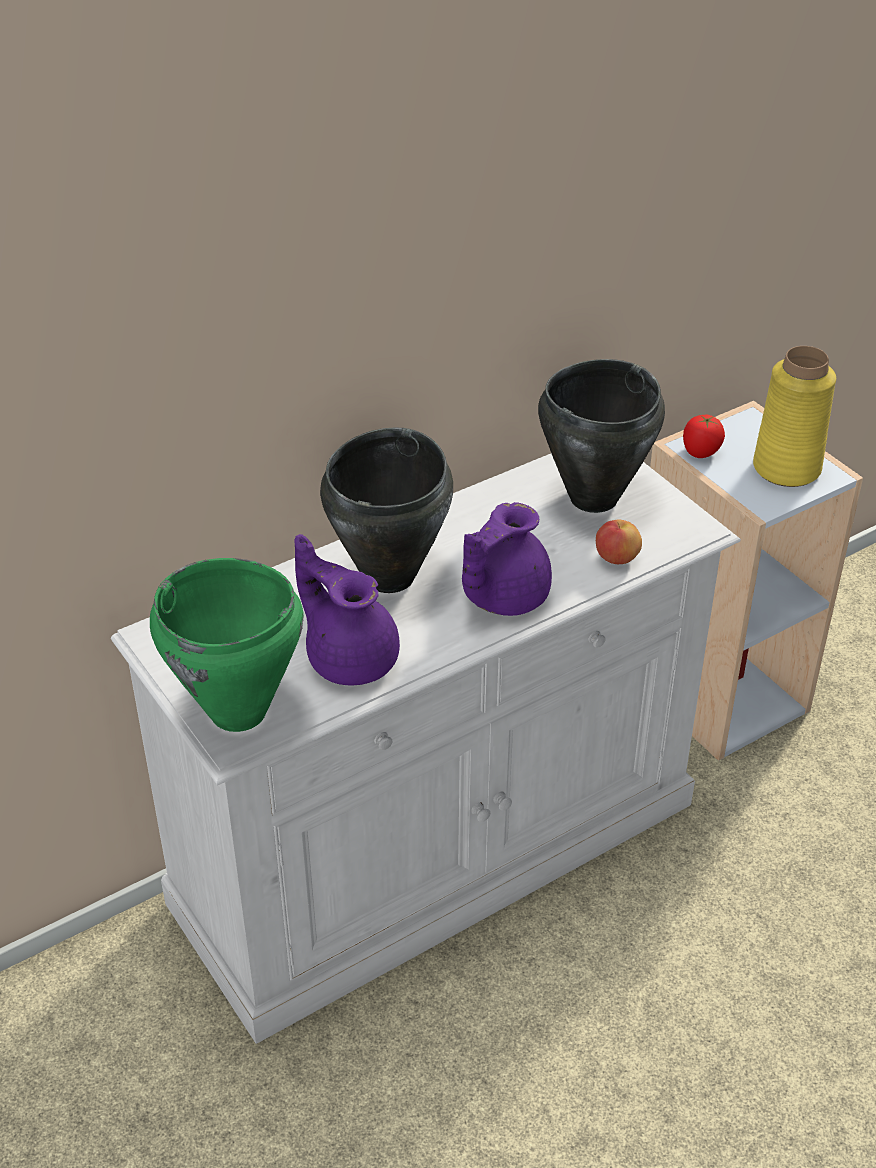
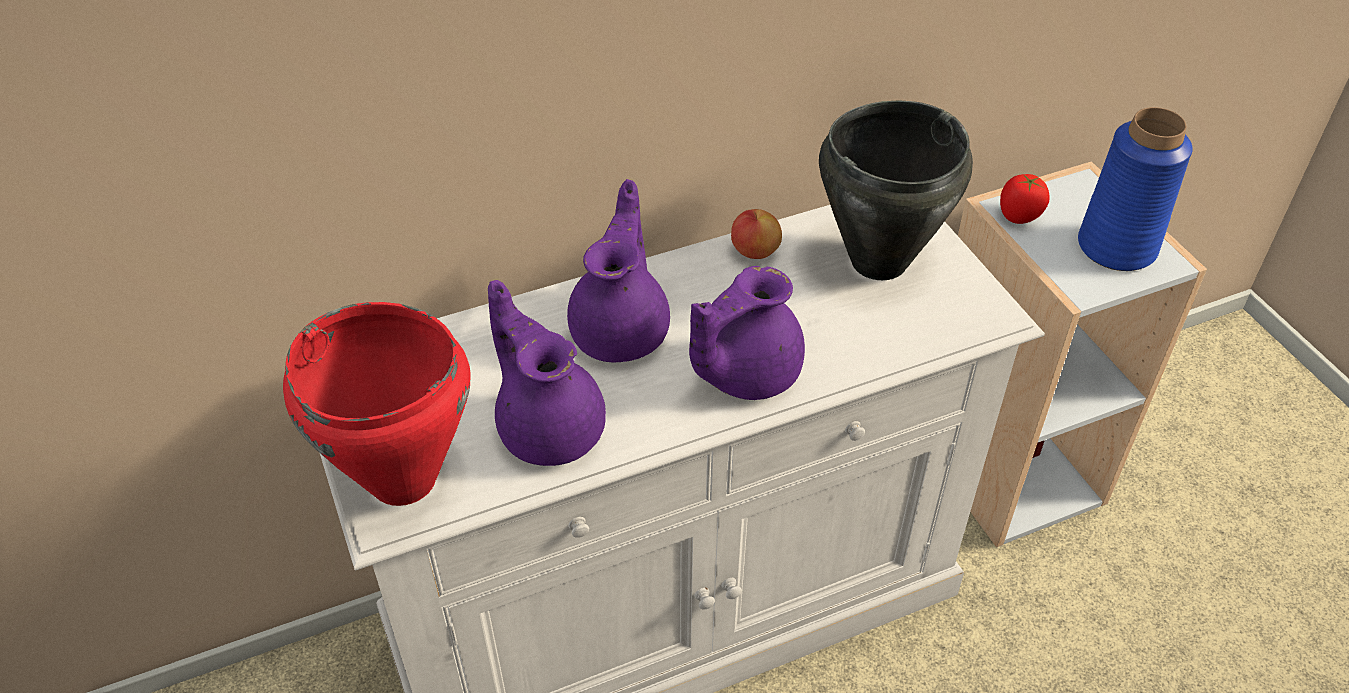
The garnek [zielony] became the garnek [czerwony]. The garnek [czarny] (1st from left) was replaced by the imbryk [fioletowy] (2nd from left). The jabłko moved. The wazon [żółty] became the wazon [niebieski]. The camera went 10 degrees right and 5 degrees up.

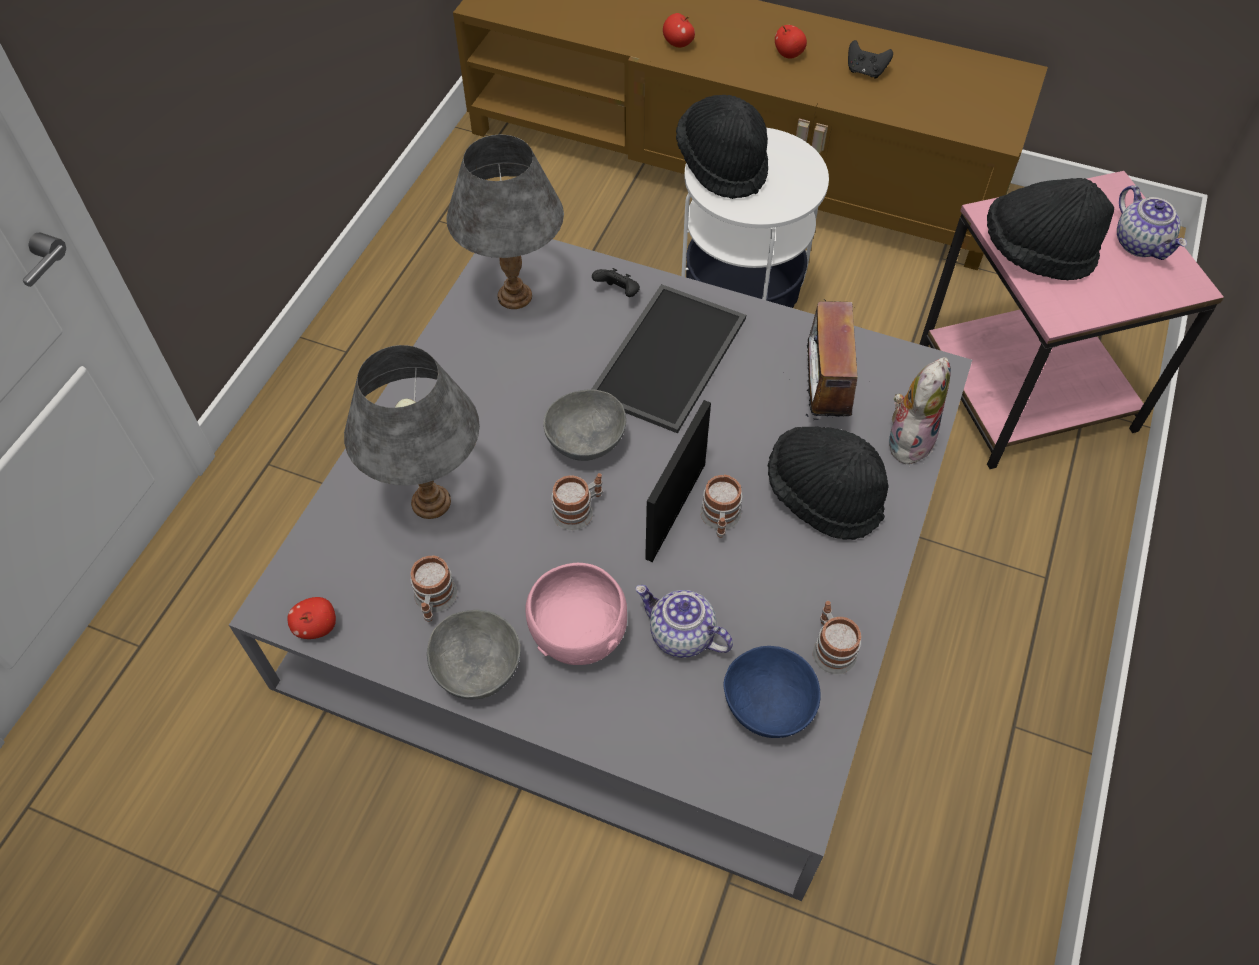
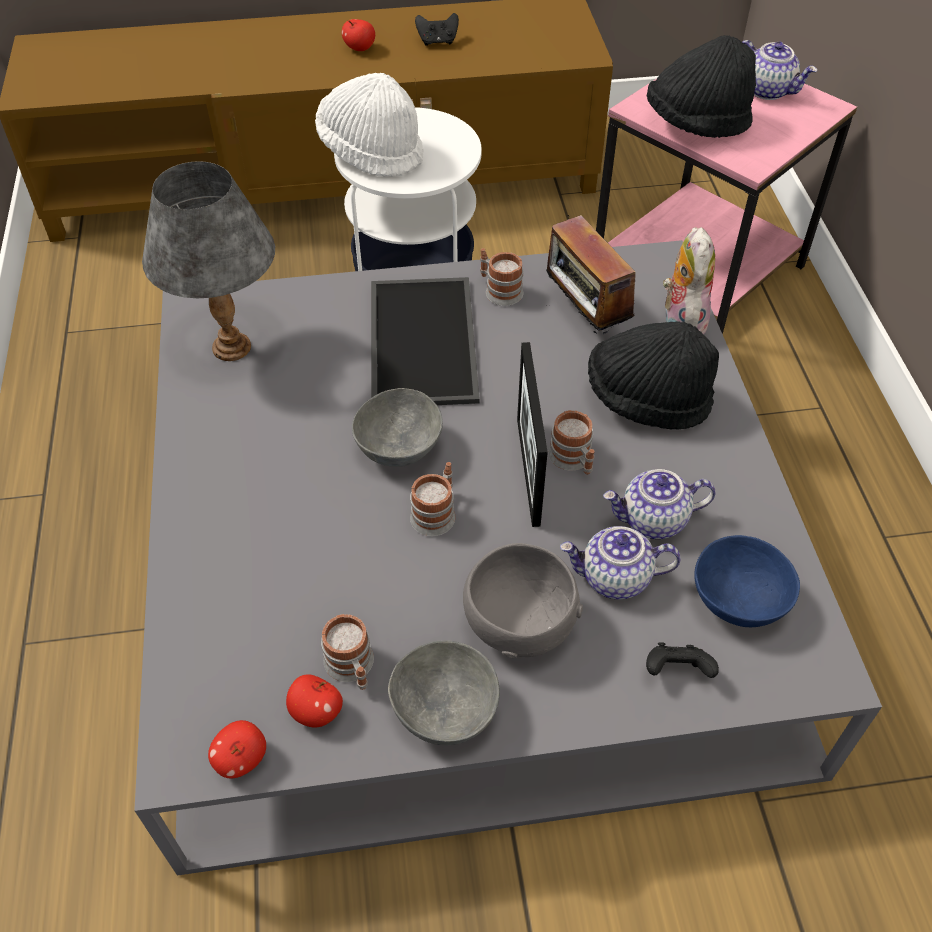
The jabłko (2nd from left) moved. The kapelusz [czarny] (1st from left) became the kapelusz [biały]. The miska [różowy] became the miska [szary] (3rd from left). The kubek (4th from left in the first image) moved. The imbryk (2nd from left) appeared. The pad do gier [czarny] (1st from left in the first image) moved. The lampa stołowa [szary] (1st from left) disappeared. The camera went 30 degrees left and 5 degrees down.

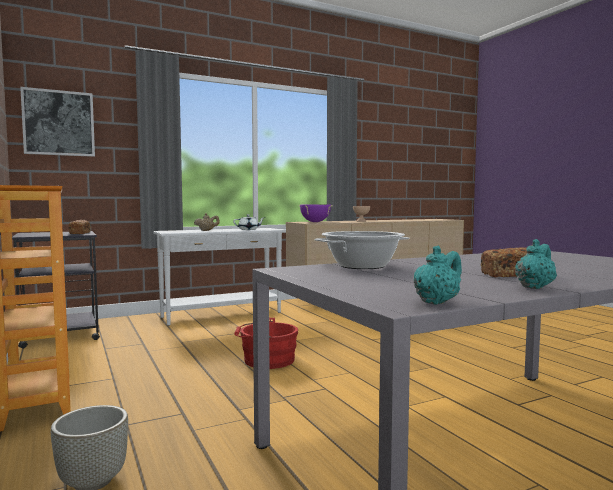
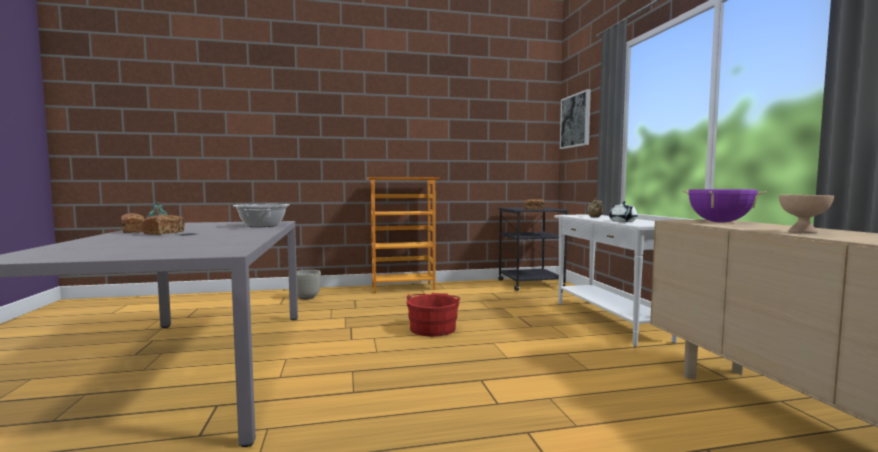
The imbryk [turkusowy] (2nd from left) was replaced by the chleb (1st from left). The camera went 105 degrees right and 0 degrees up.

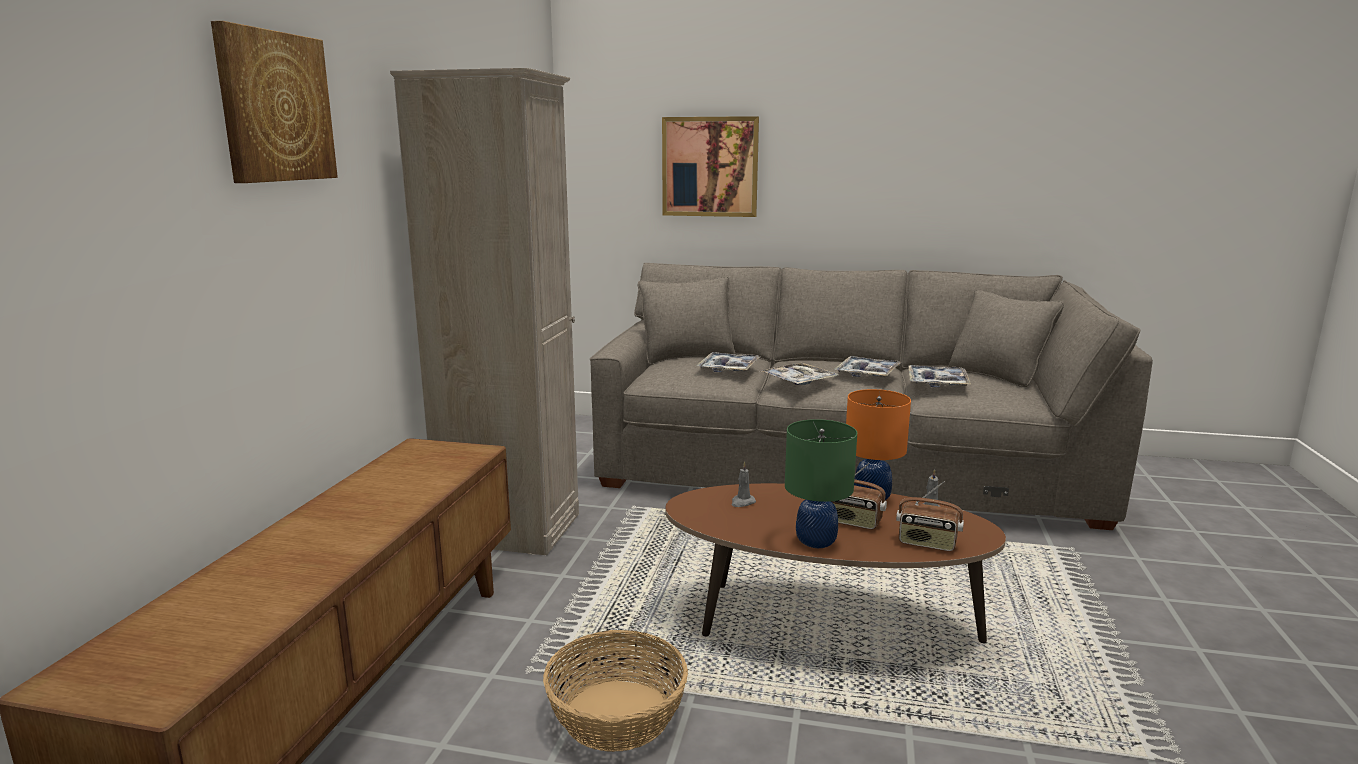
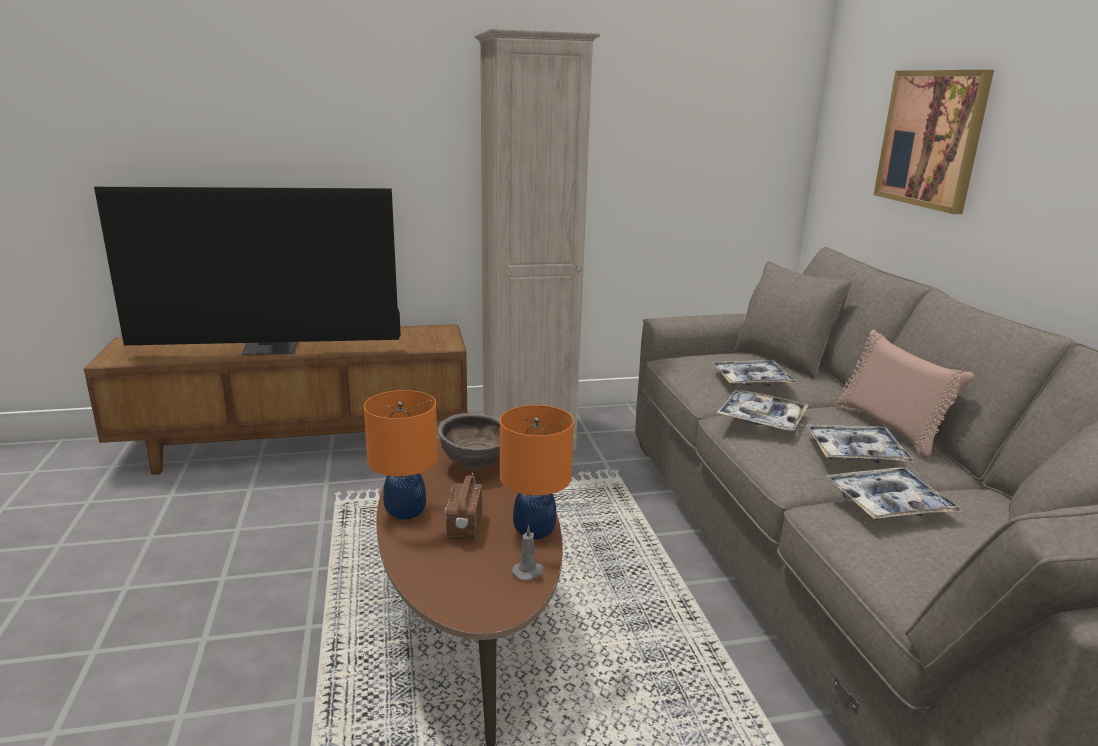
The telewizor appeared. The lampa stołowa [zielony] became the lampa stołowa [pomarańczowy] (1st from left). The świeca [szary] (1st from left) was replaced by the miska [brązowy]. The poduszka [beżowy] appeared. The obraz (1st from left) disappeared. The koszyk disappeared. The radio (2nd from left) disappeared. The camera went 65 degrees right and 5 degrees up.

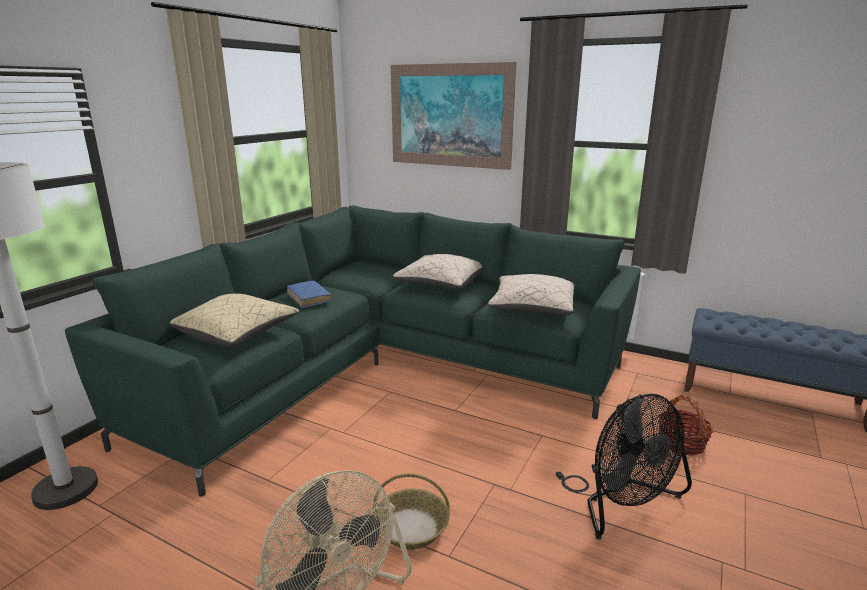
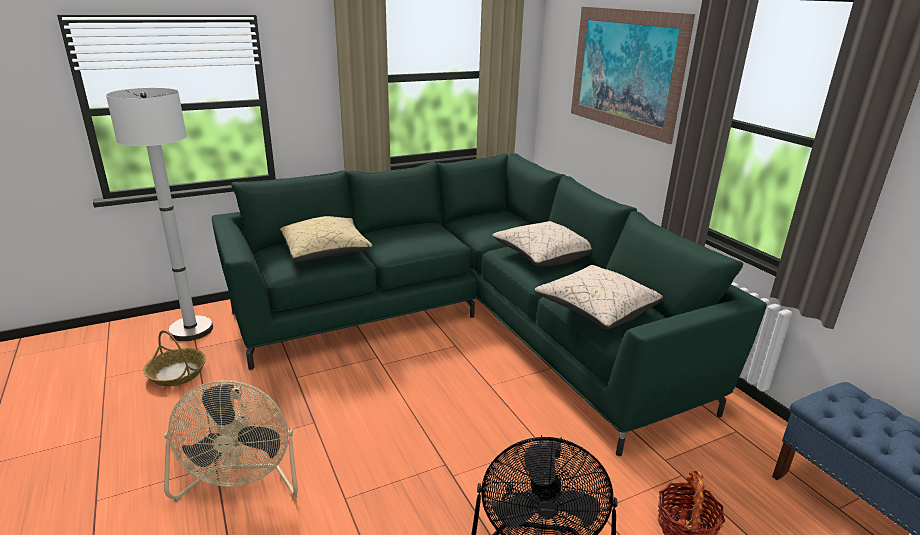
The koszyk (1st from left) moved. The książka [niebieski] disappeared. The camera went 35 degrees right and 5 degrees up.

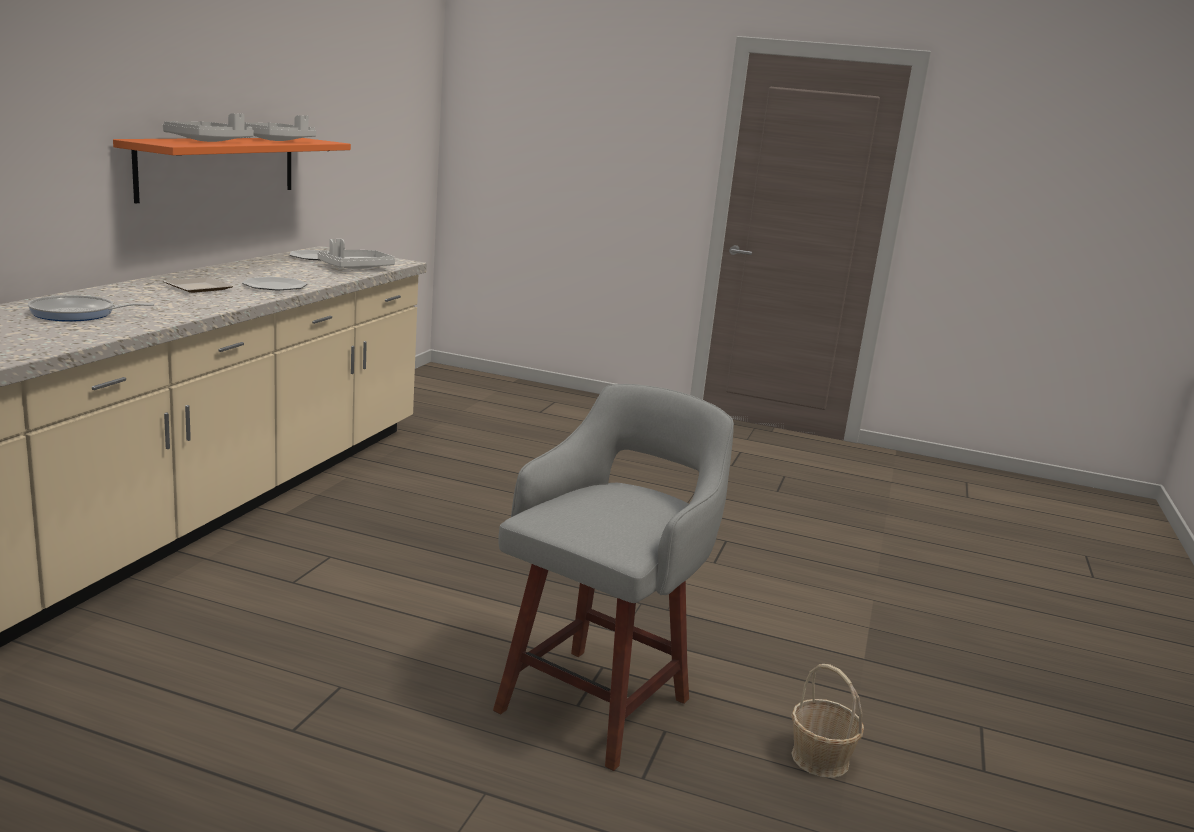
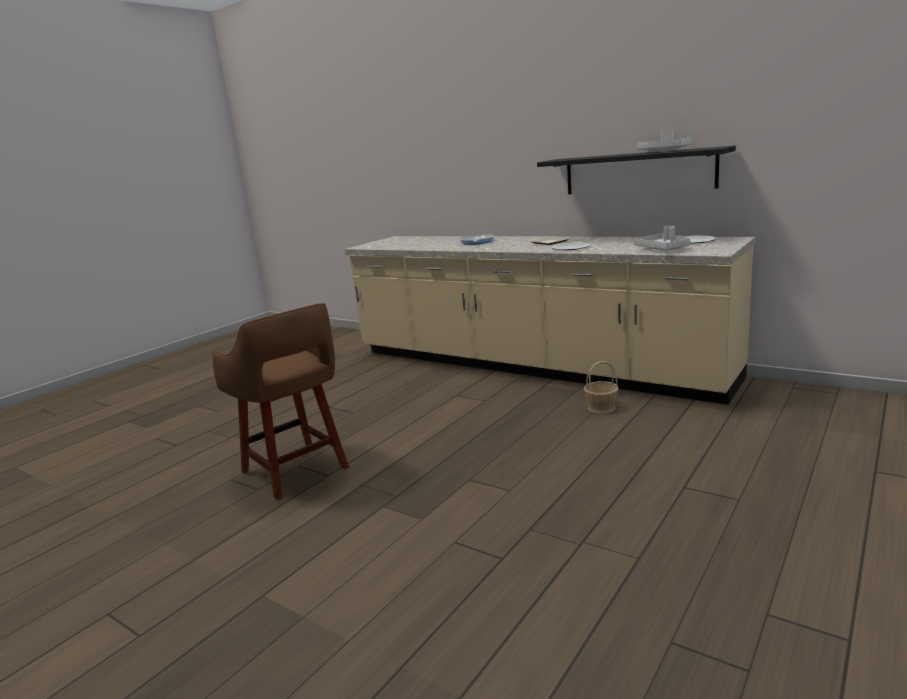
The stołek [szary] became the stołek [brązowy]. The półka [pomarańczowy] became the półka [czarny]. The koszyk moved. The taca [szary] (1st from left) disappeared. The camera went 110 degrees right and 0 degrees up.

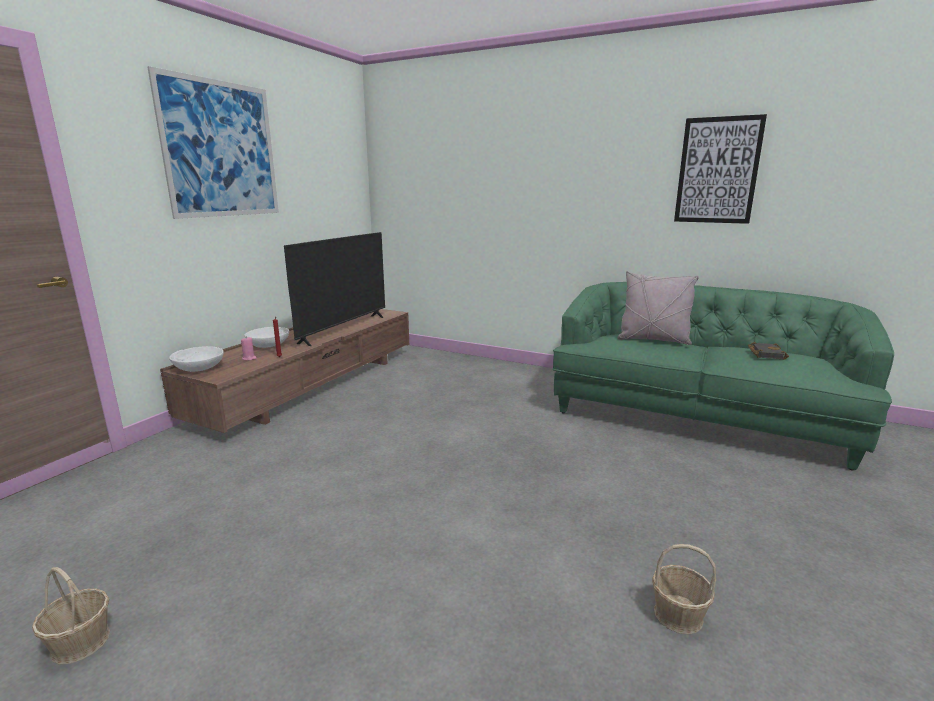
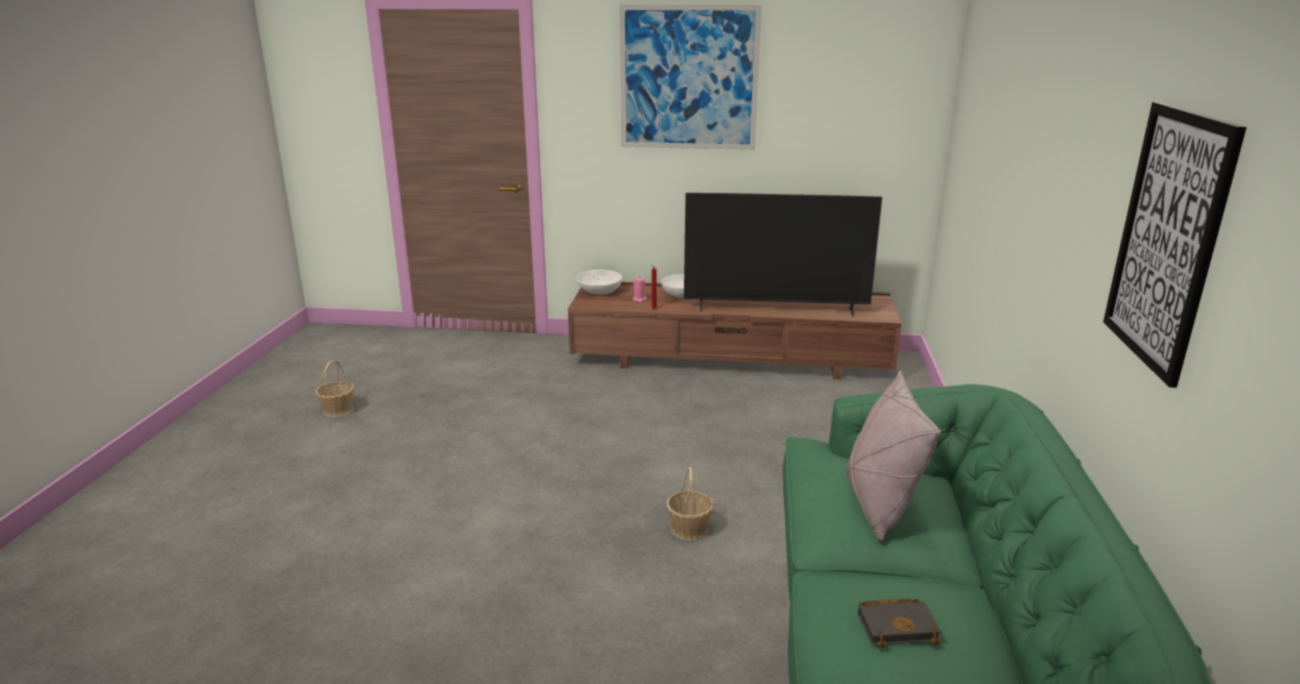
The koszyk (2nd from left) moved. The camera went 70 degrees right and 5 degrees up.

